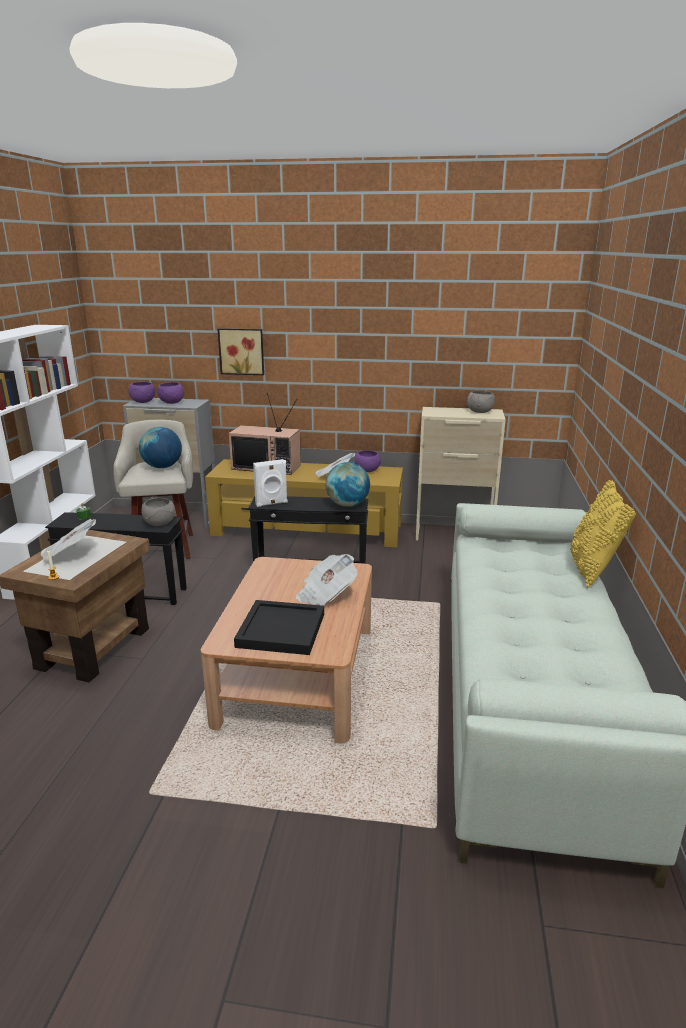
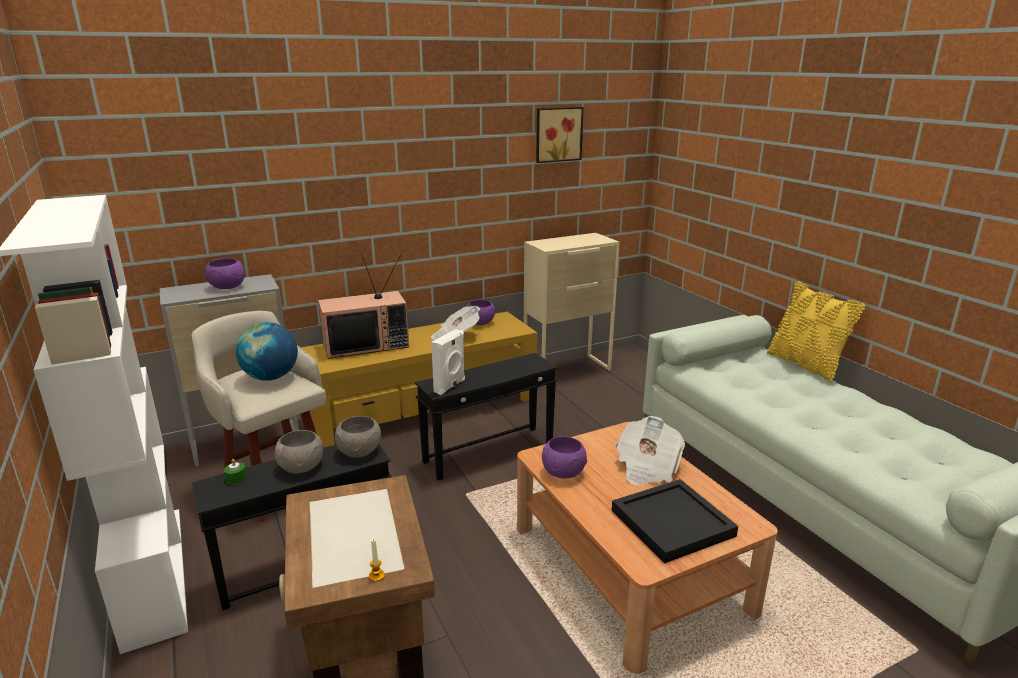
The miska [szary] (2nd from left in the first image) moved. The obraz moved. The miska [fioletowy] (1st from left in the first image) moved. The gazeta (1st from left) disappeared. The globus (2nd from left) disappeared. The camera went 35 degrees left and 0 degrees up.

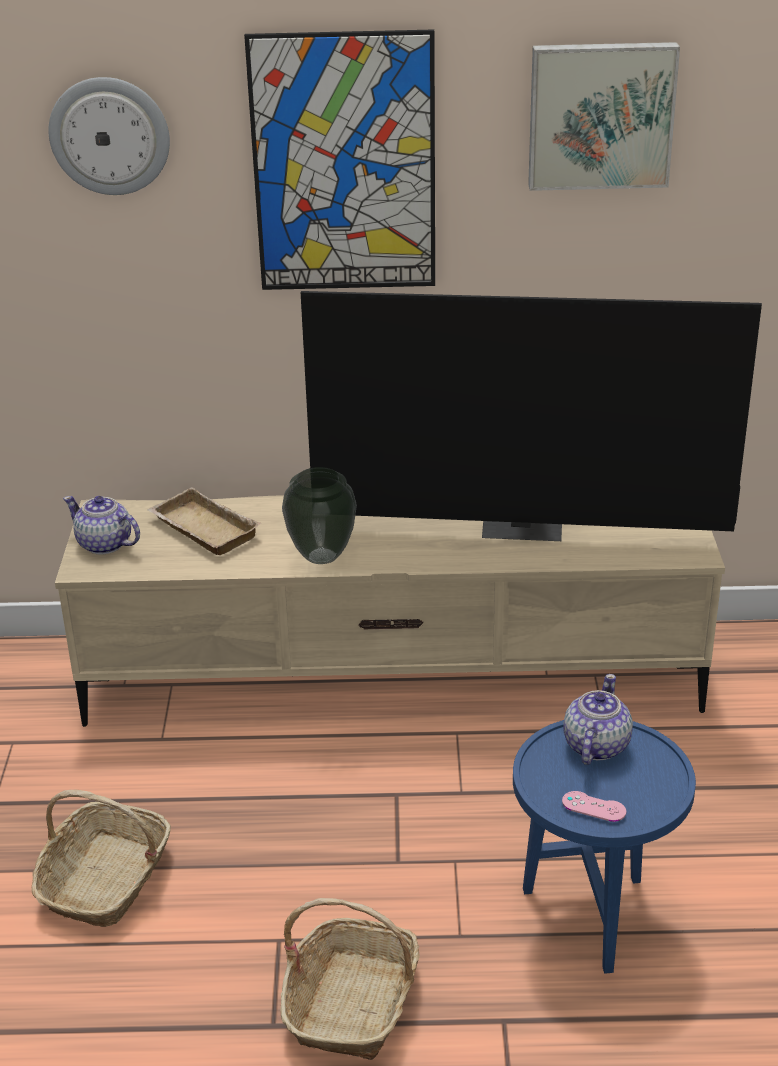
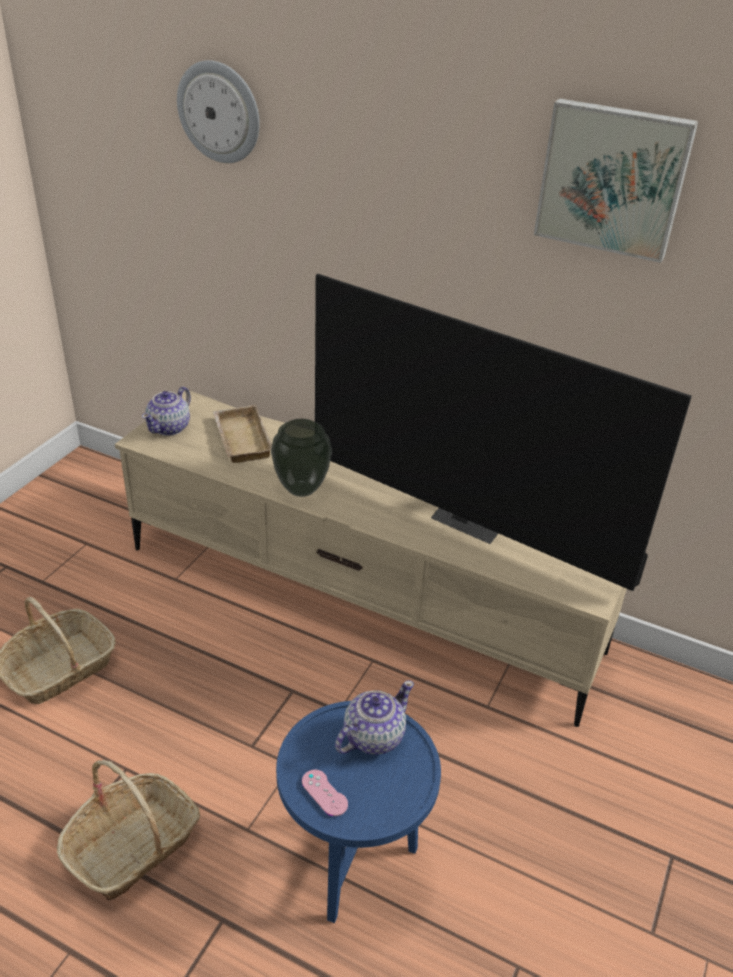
The imbryk (1st from left) turned 120 degrees counterclockwise. The obraz (1st from left) disappeared. The camera went 25 degrees right and 5 degrees up.

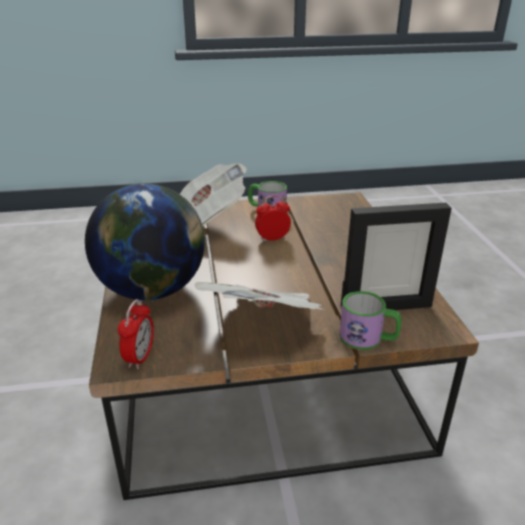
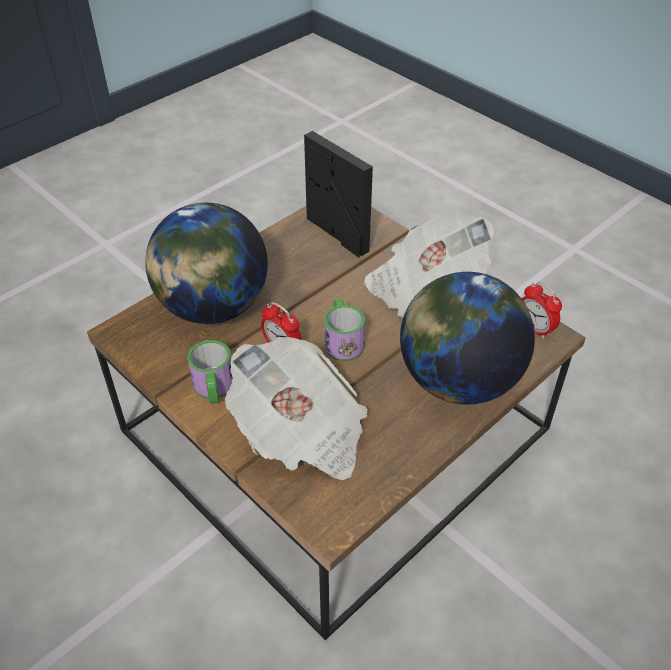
The globus (1st from left) appeared. The kubek (2nd from left) moved. The budzik (1st from left in the first image) turned 105 degrees counterclockwise. The camera went 125 degrees left and 15 degrees up.

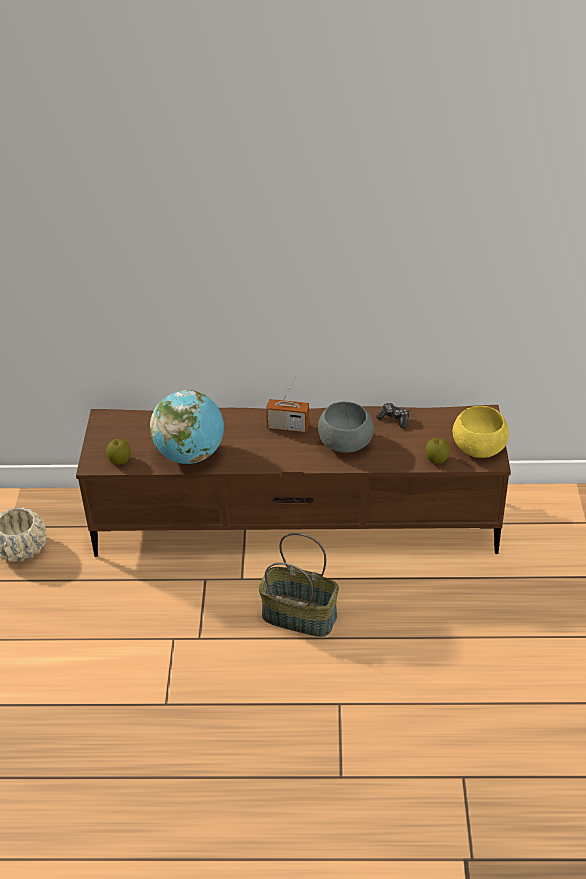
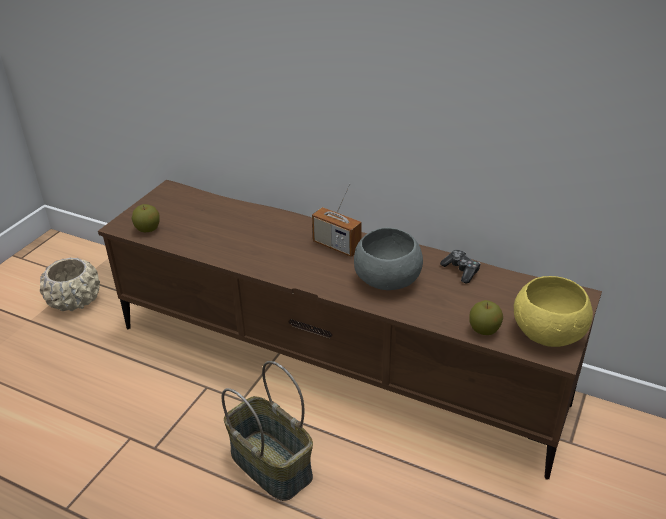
The globus disappeared. The camera went 25 degrees right and 5 degrees down.

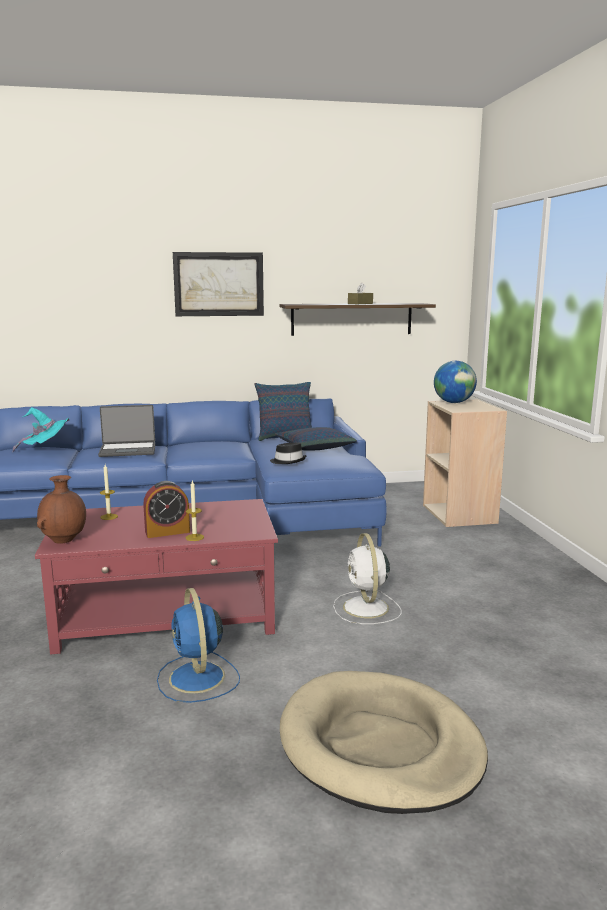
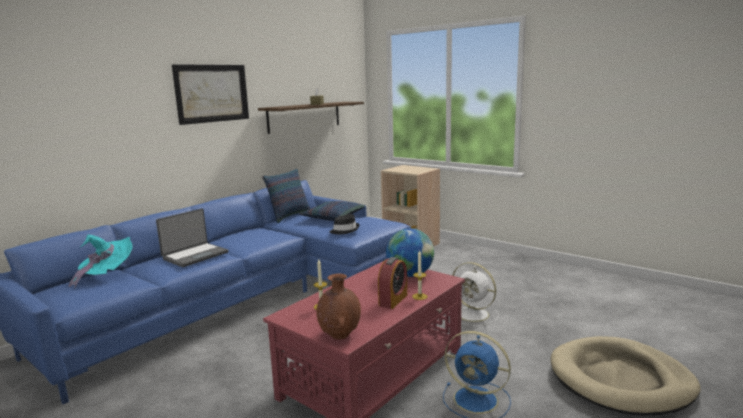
The globus moved. The camera went 40 degrees left and 0 degrees up.

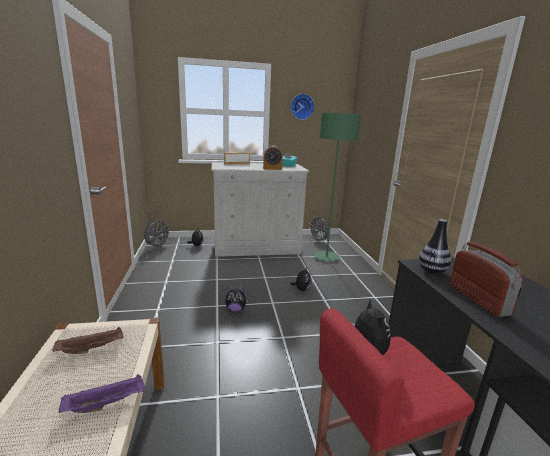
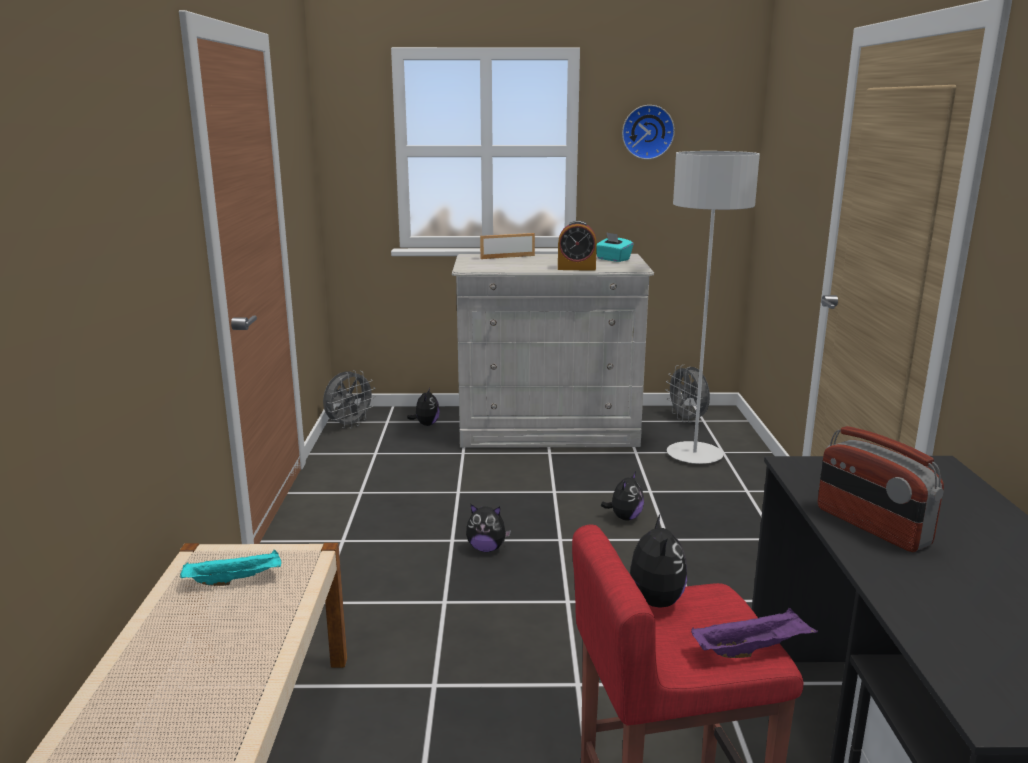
The taca [brązowy] became the taca [turkusowy]. The lampa stojąca [zielony] became the lampa stojąca [szary]. The taca [fioletowy] moved. The radio turned 150 degrees clockwise. The wazon disappeared. The camera went 10 degrees right and 0 degrees up.

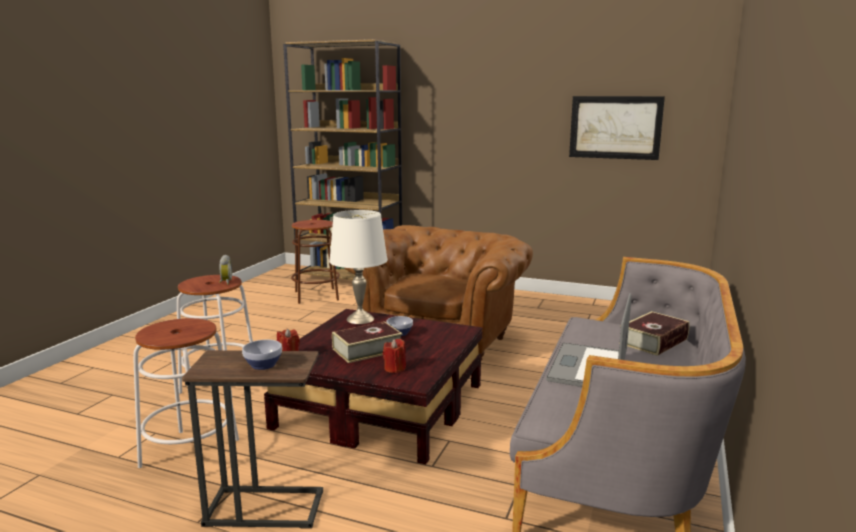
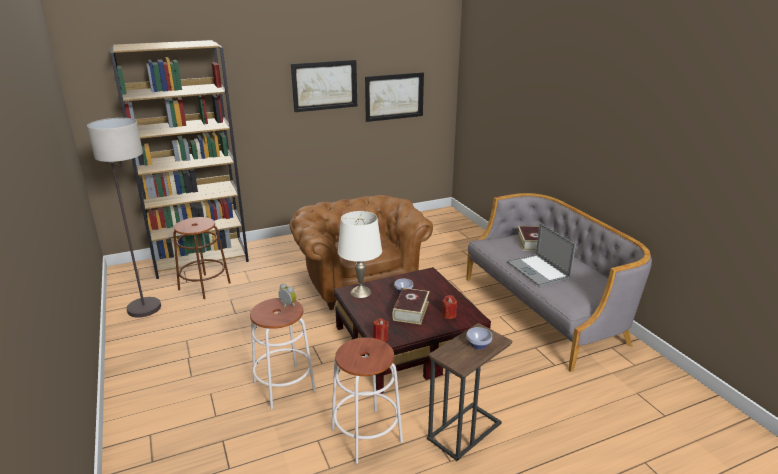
The lampa stojąca [szary] appeared. The obraz (1st from left) appeared. The camera went 45 degrees left and 10 degrees up.

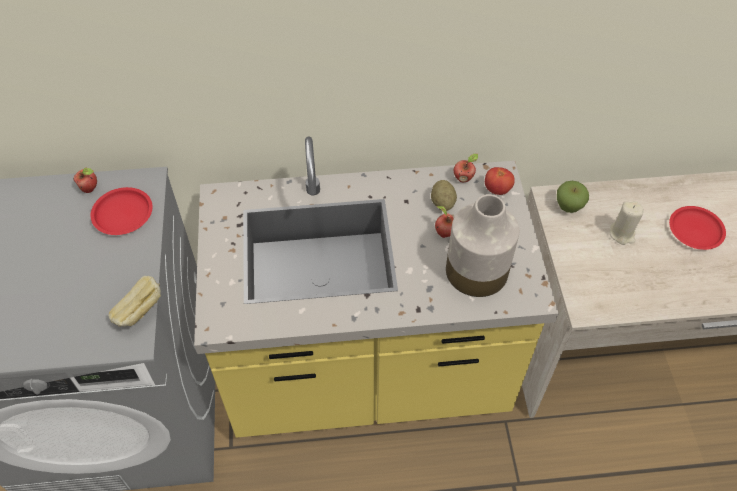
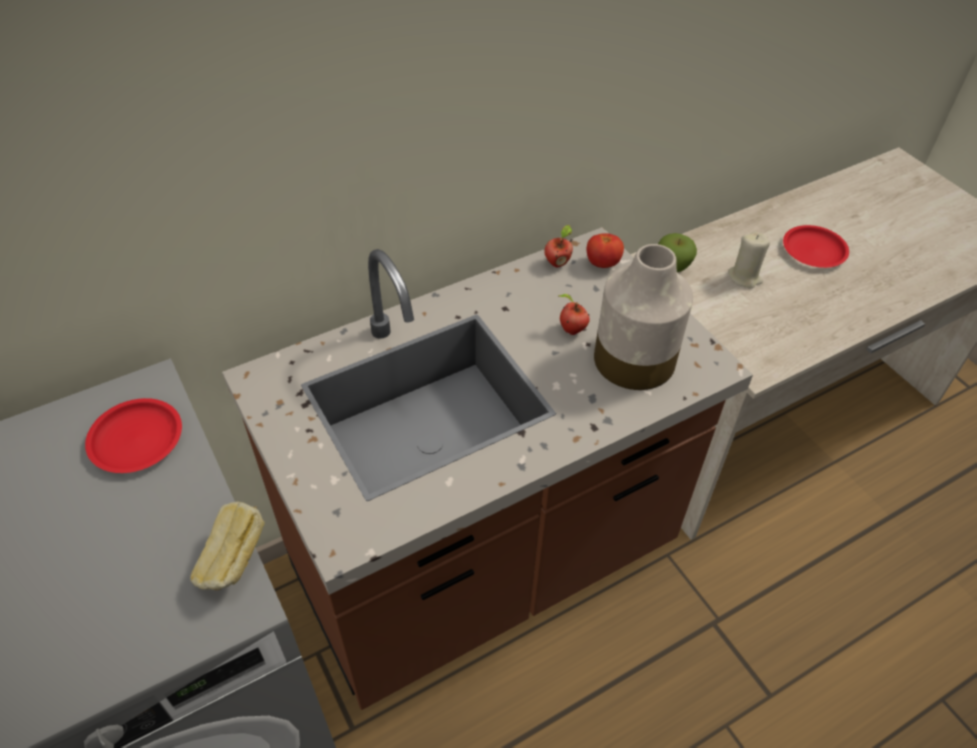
The zabudowa kuchenna [żółty] became the zabudowa kuchenna [brązowy]. The jabłko (1st from left) disappeared. The ziemniak disappeared. The camera went 25 degrees left and 5 degrees down.

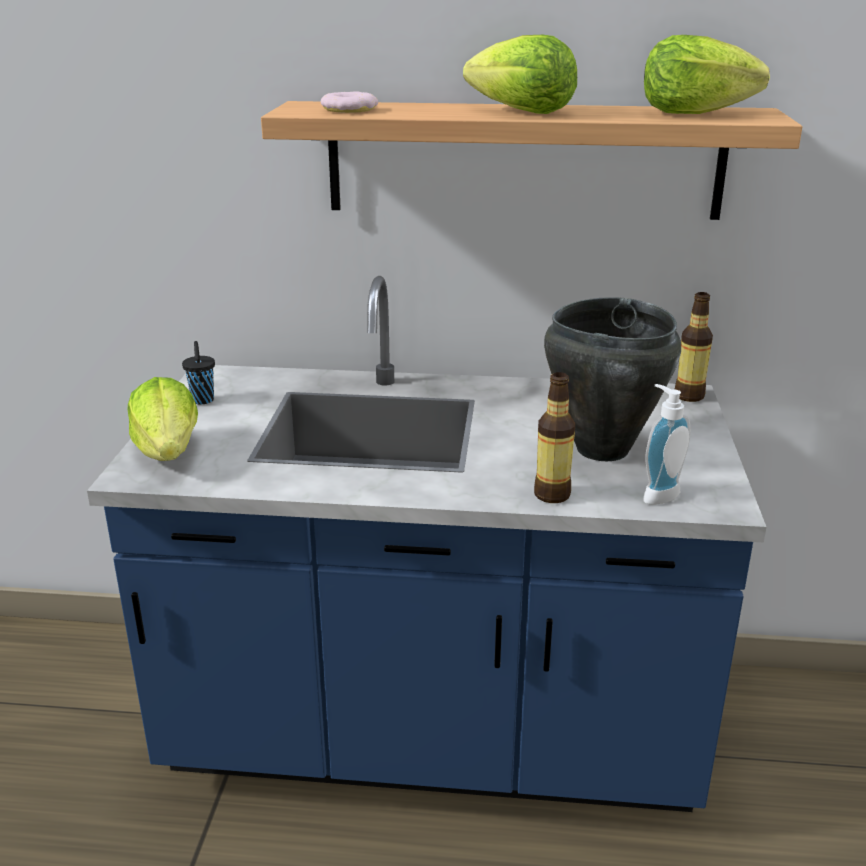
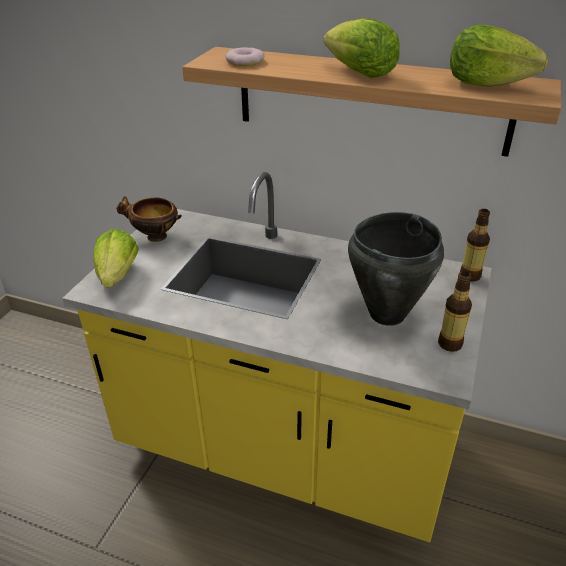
The zabudowa kuchenna [niebieski] became the zabudowa kuchenna [żółty]. The filiżanka [czarny] was replaced by the miska. The butelka (1st from left) moved. The dozownik mydła disappeared. The camera went 15 degrees right and 10 degrees up.

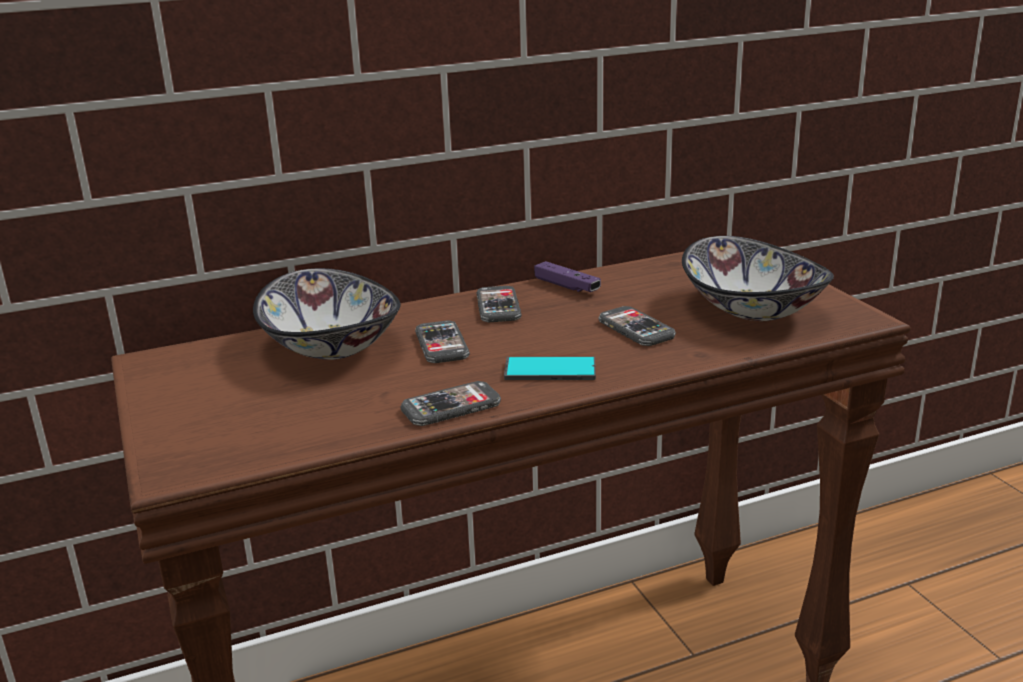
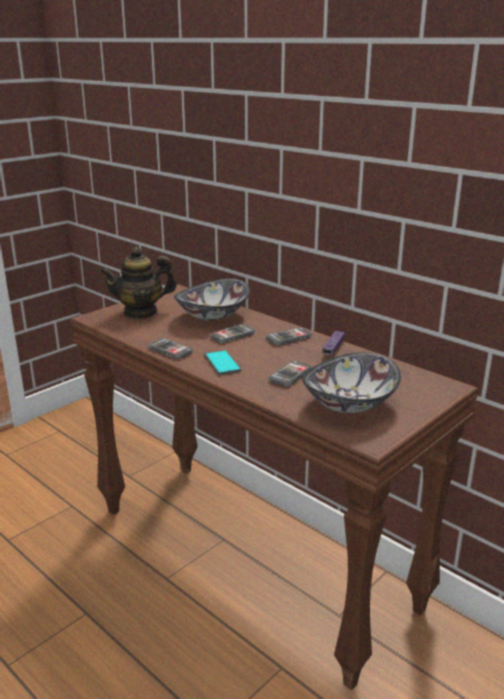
The imbryk appeared. The camera went 65 degrees right and 0 degrees up.

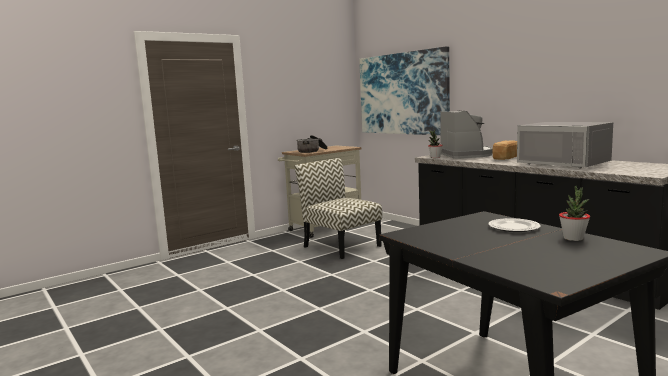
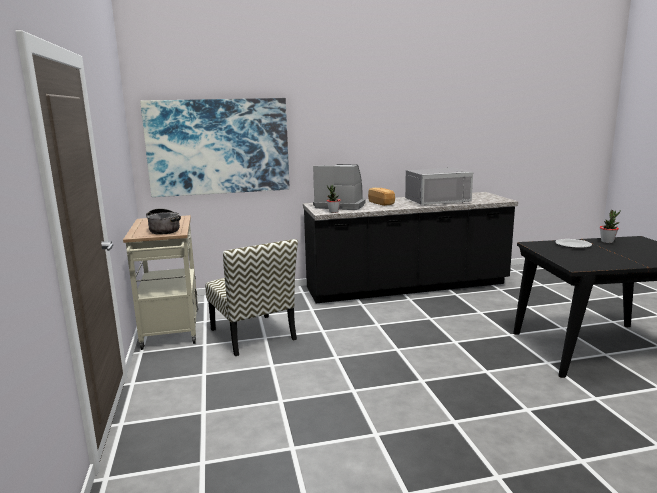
The krzesło turned 105 degrees counterclockwise. The camera went 65 degrees left and 5 degrees up.

